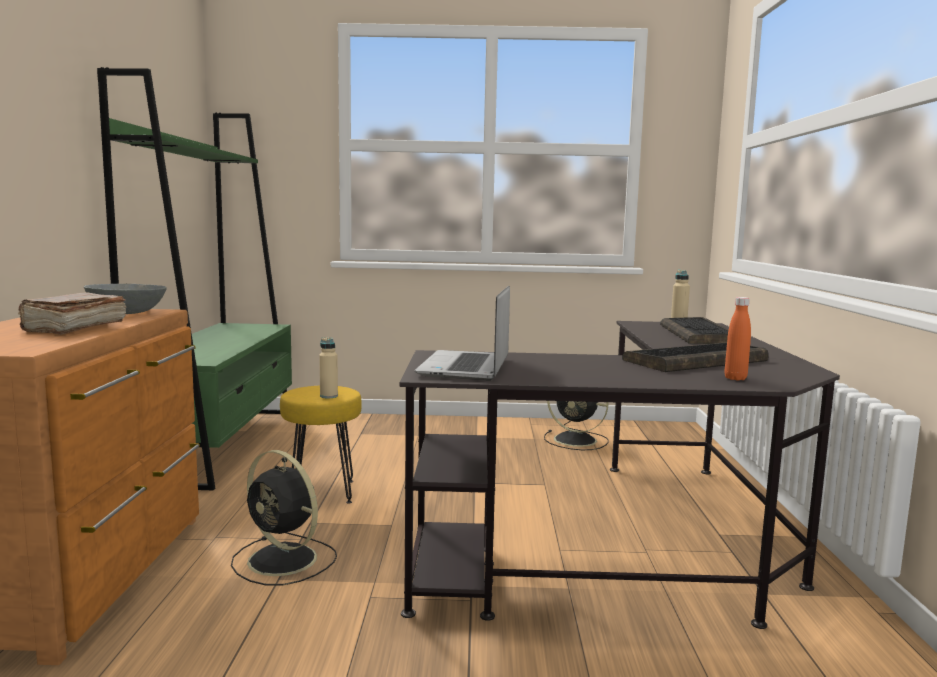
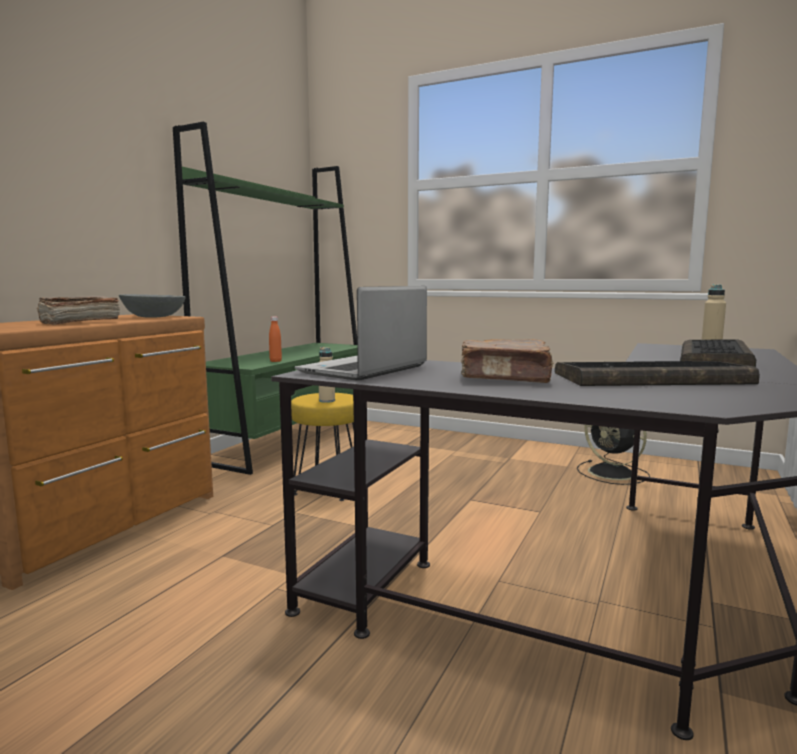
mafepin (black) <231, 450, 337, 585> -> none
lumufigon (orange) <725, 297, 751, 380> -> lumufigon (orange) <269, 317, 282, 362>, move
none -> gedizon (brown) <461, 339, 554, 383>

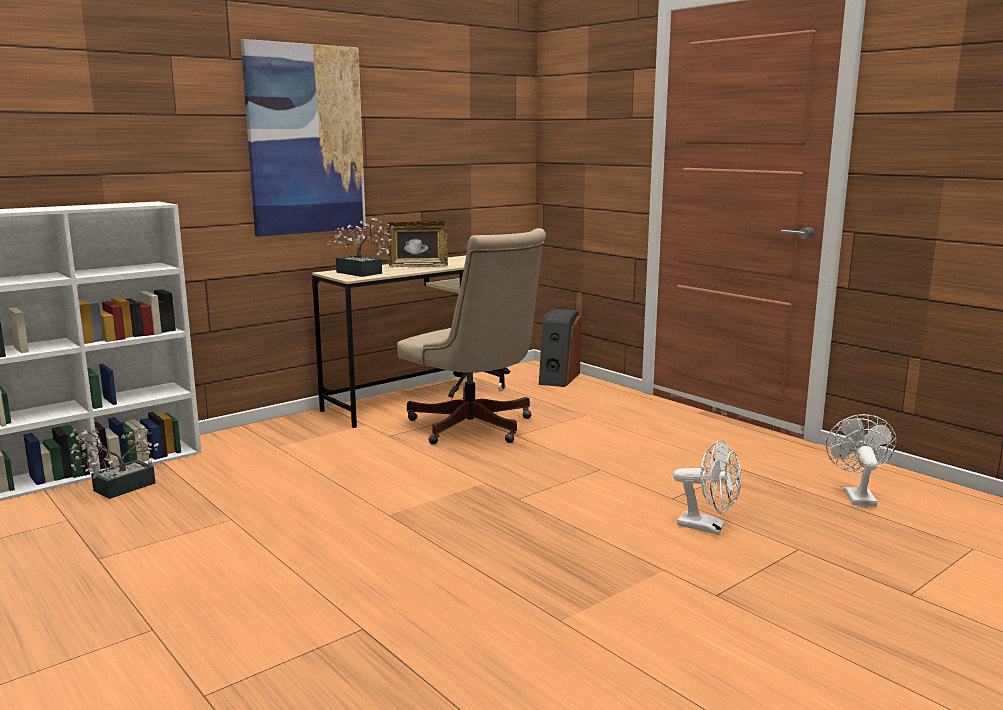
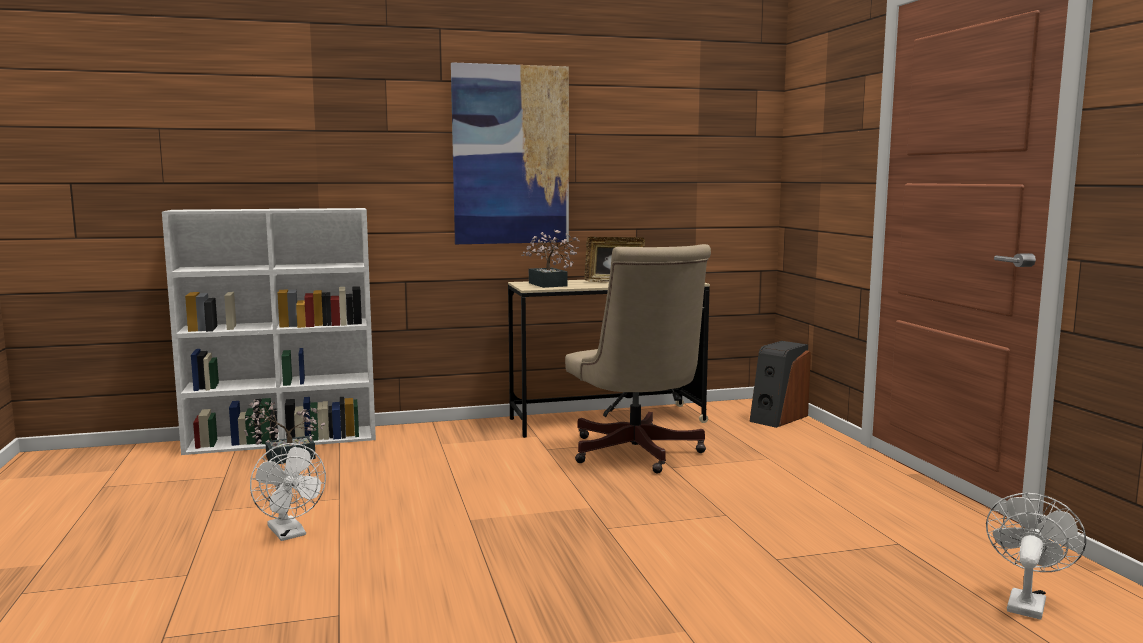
mafepin (white) <673, 440, 741, 535> -> mafepin (white) <250, 443, 326, 541>, move

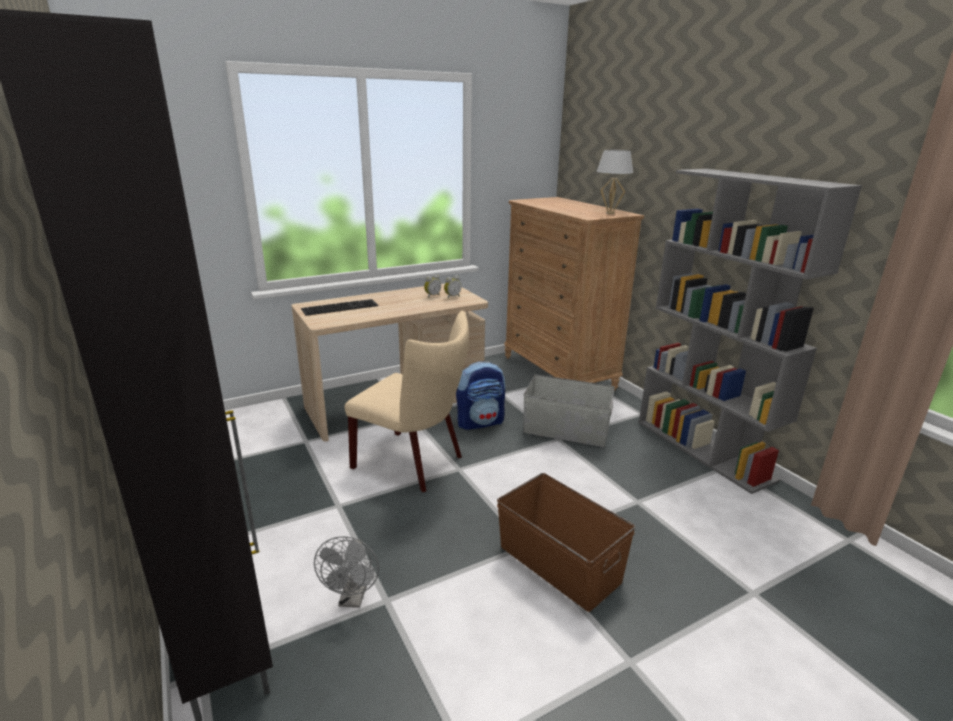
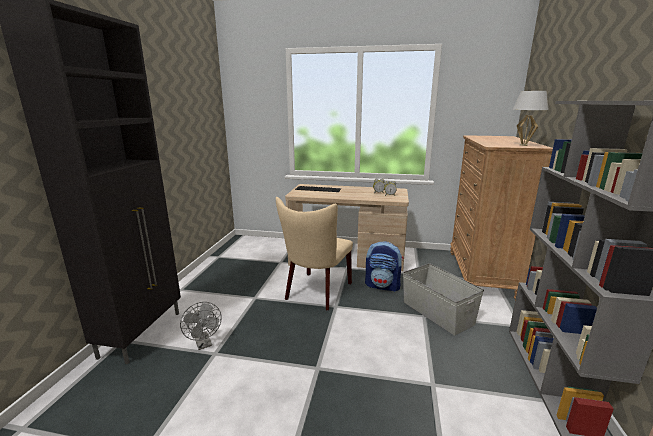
mafepin (grey) <314, 536, 379, 608> -> mafepin (grey) <180, 302, 222, 350>, 75 degrees counterclockwise
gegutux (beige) <345, 310, 469, 492> -> gegutux (beige) <276, 197, 353, 310>, 45 degrees clockwise
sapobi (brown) <497, 473, 636, 612> -> none

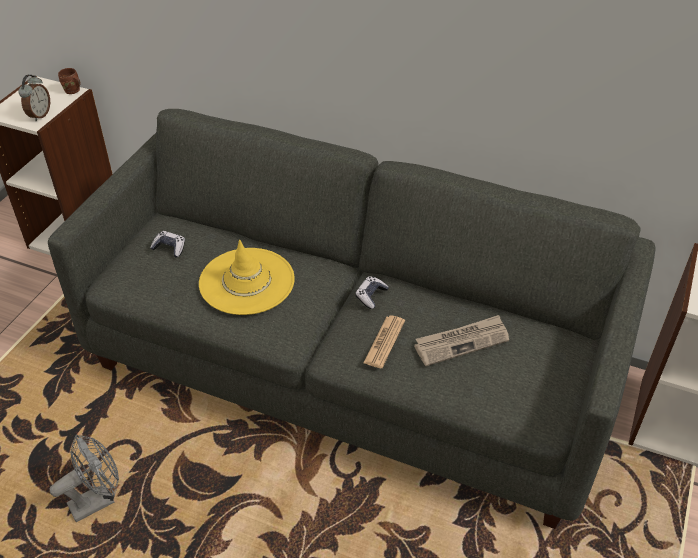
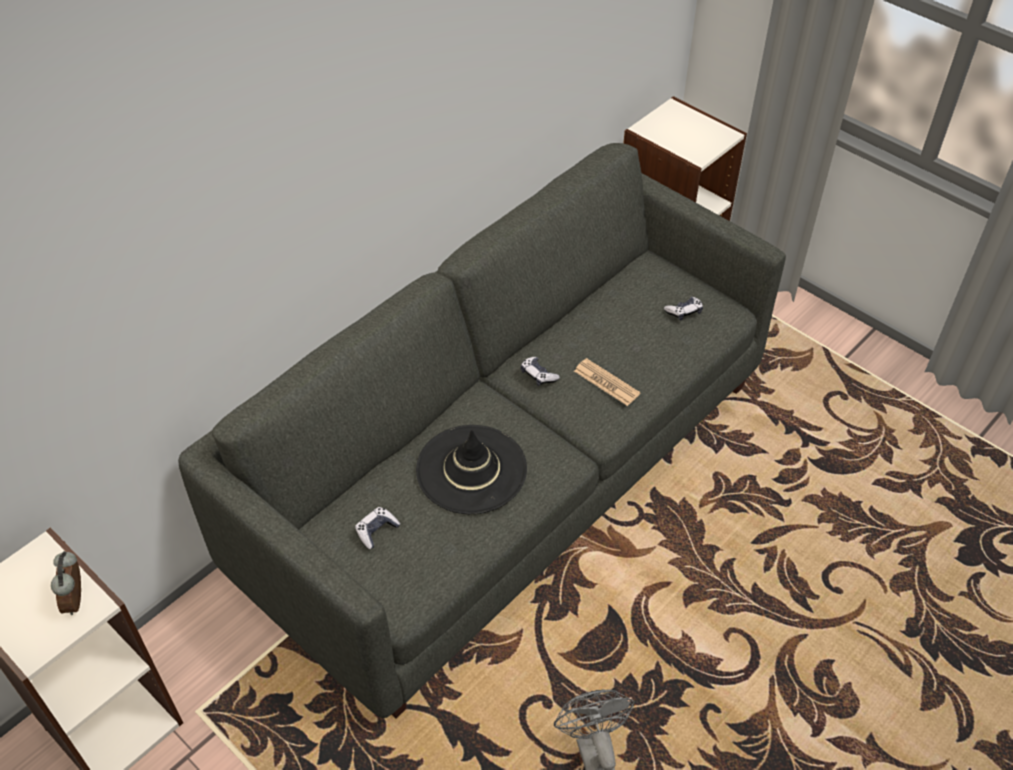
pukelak <18, 75, 50, 122> -> pukelak <51, 551, 81, 615>, 135 degrees counterclockwise
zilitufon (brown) <58, 68, 81, 94> -> none
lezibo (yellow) <199, 240, 295, 315> -> lezibo (black) <416, 425, 527, 514>
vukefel <414, 315, 509, 366> -> none
none -> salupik <664, 297, 703, 321>

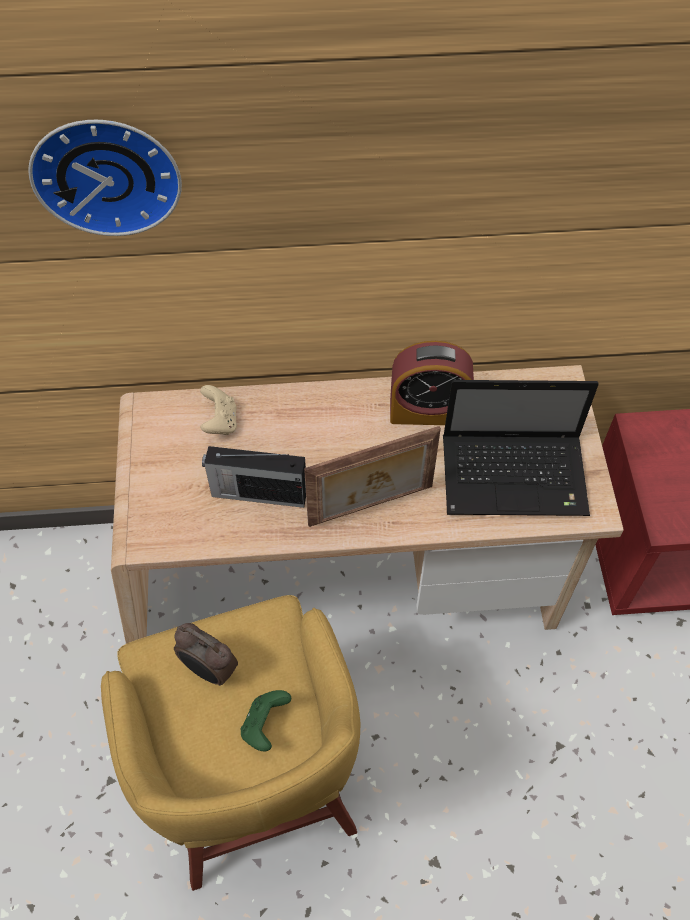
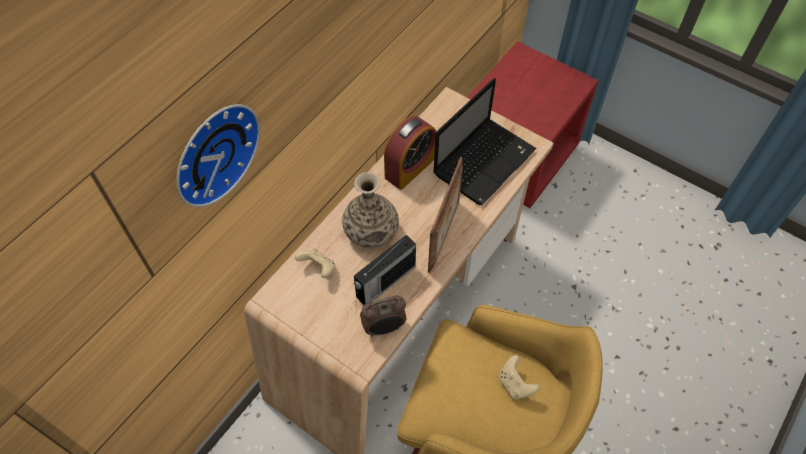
pukelak <174, 623, 238, 686> -> pukelak <360, 295, 406, 337>, move
salupik (green) <241, 690, 291, 752> -> salupik (beige) <499, 355, 540, 399>
none -> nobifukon <342, 172, 399, 248>

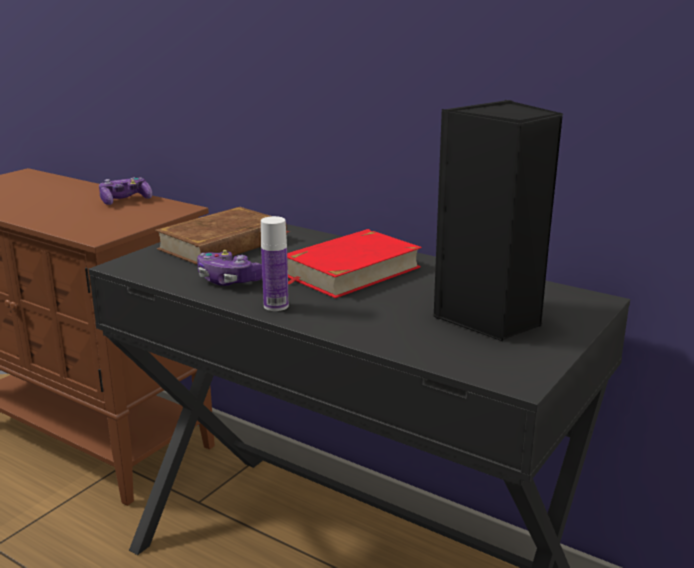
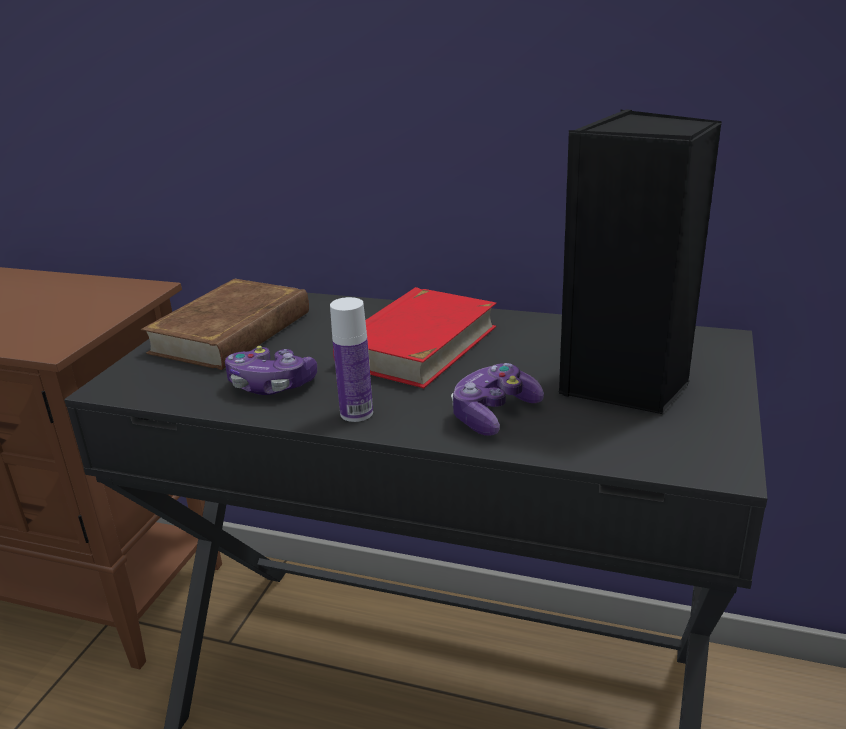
salupik <99, 177, 152, 205> -> salupik <451, 363, 544, 436>, move

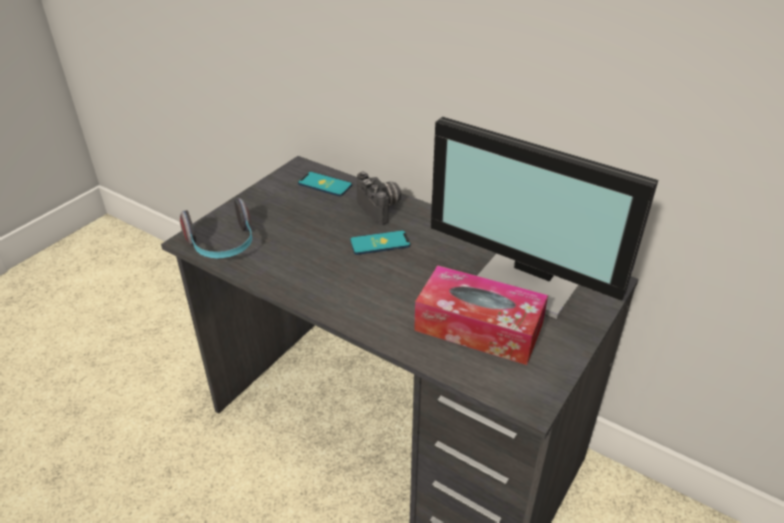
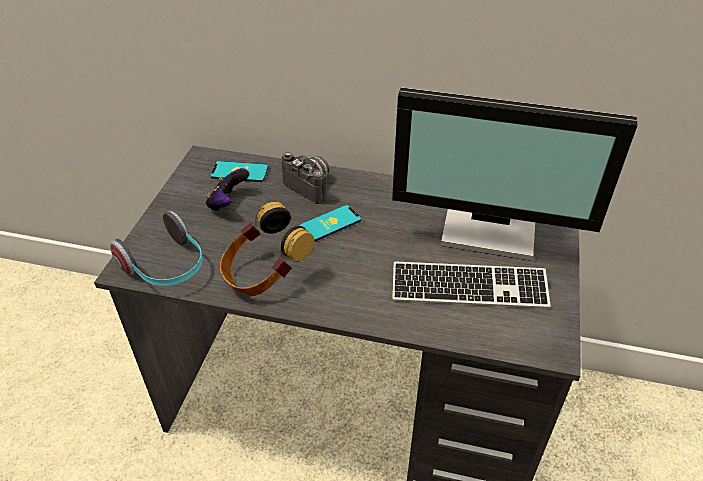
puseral <414, 265, 548, 365> -> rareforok <392, 262, 551, 308>
none -> salupik <205, 168, 249, 212>
none -> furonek <220, 202, 315, 296>

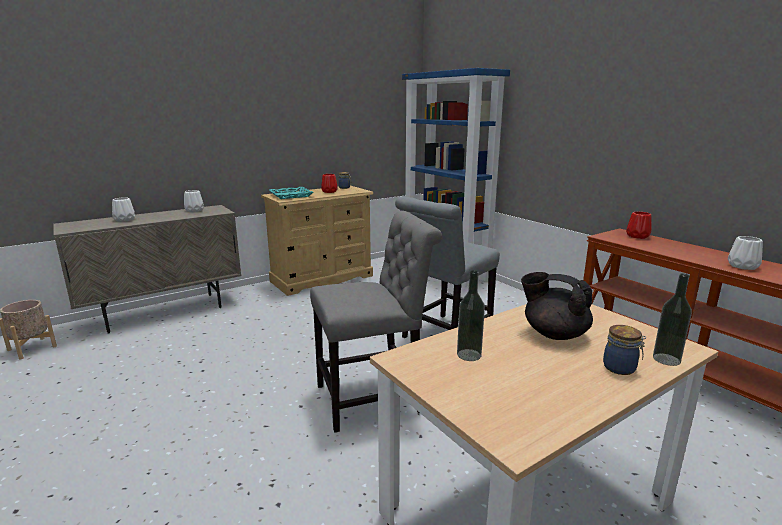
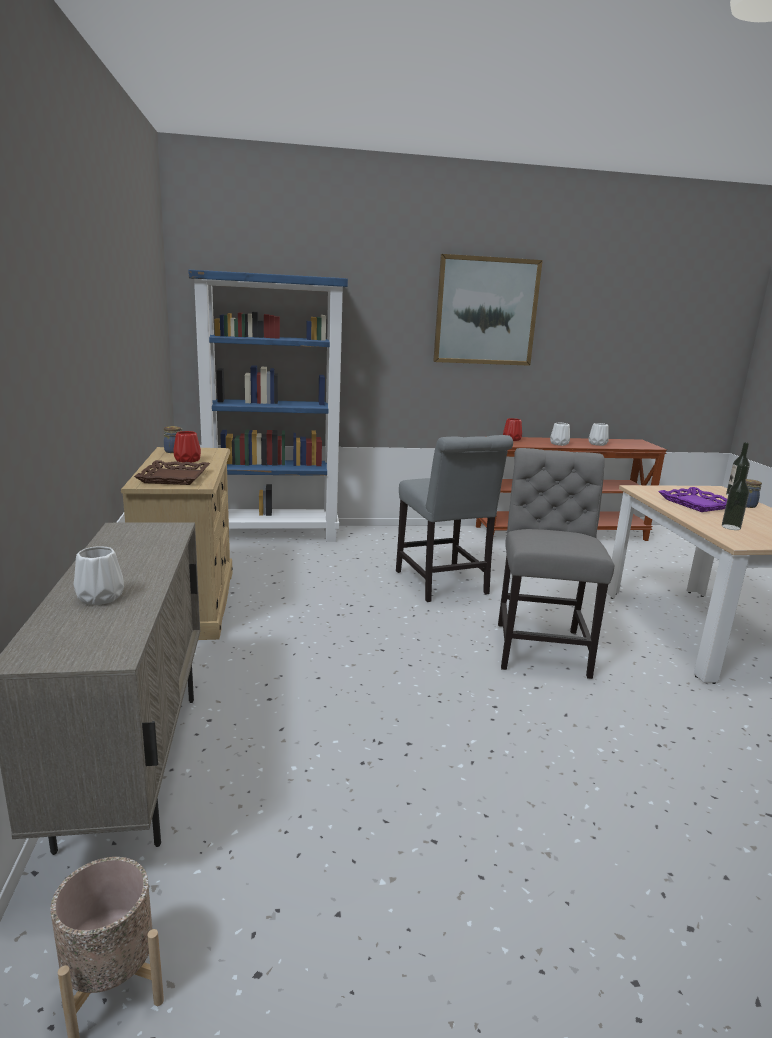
nobifukon (white) <184, 190, 204, 212> -> nobifukon (white) <550, 422, 570, 446>, move
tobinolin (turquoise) <269, 187, 313, 199> -> tobinolin (brown) <134, 460, 210, 485>
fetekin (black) <521, 272, 593, 340> -> tobinolin (purple) <658, 487, 727, 512>
none -> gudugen <433, 254, 543, 366>

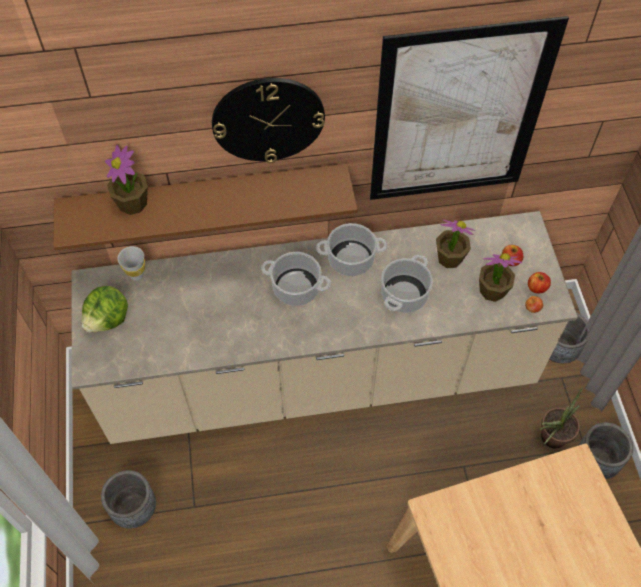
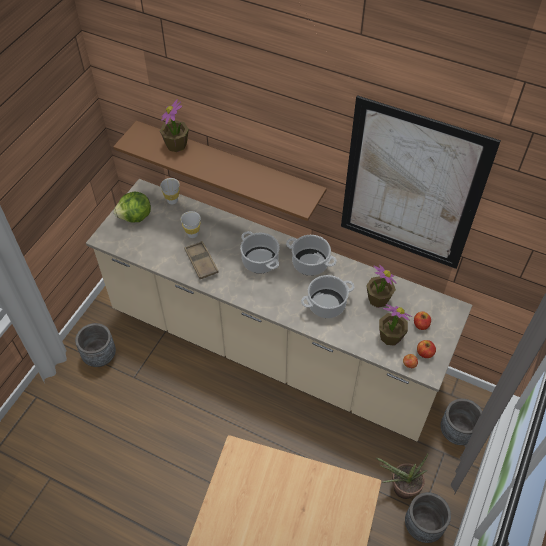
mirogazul <212, 78, 325, 163> -> none
none -> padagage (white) <181, 211, 201, 238>
none -> tobinolin (brown) <184, 241, 219, 279>

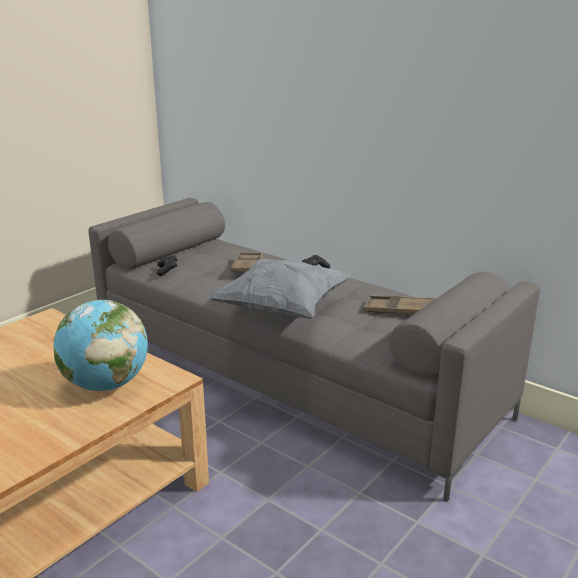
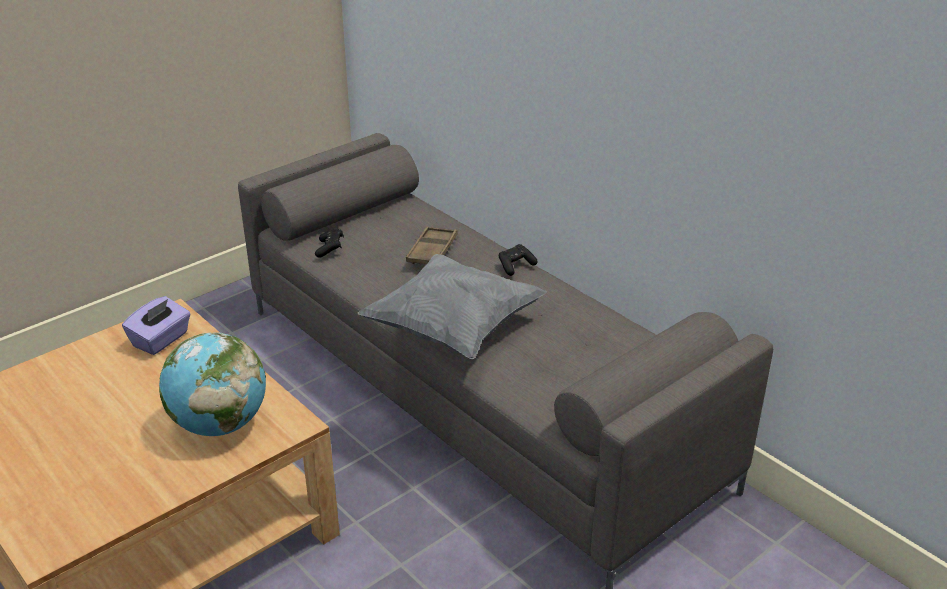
tobinolin (brown) <363, 295, 435, 314> -> none
none -> puseral (purple) <122, 296, 190, 355>

